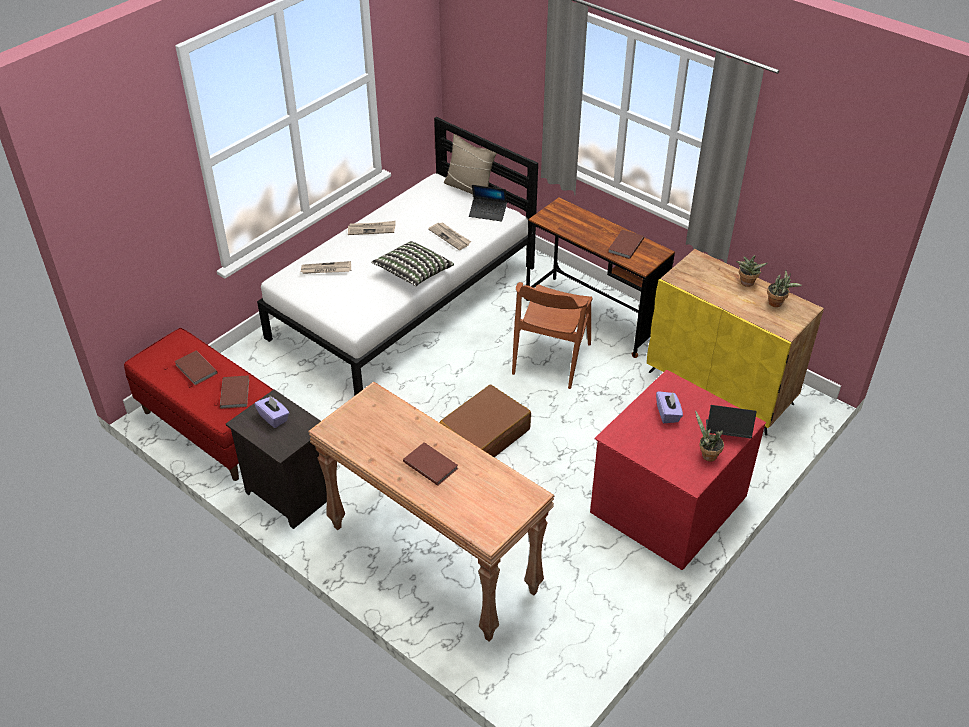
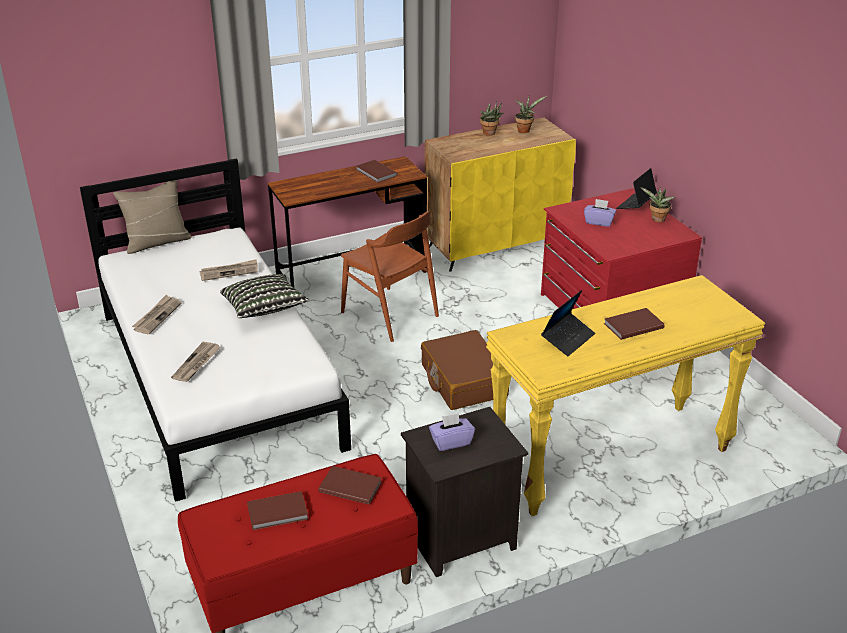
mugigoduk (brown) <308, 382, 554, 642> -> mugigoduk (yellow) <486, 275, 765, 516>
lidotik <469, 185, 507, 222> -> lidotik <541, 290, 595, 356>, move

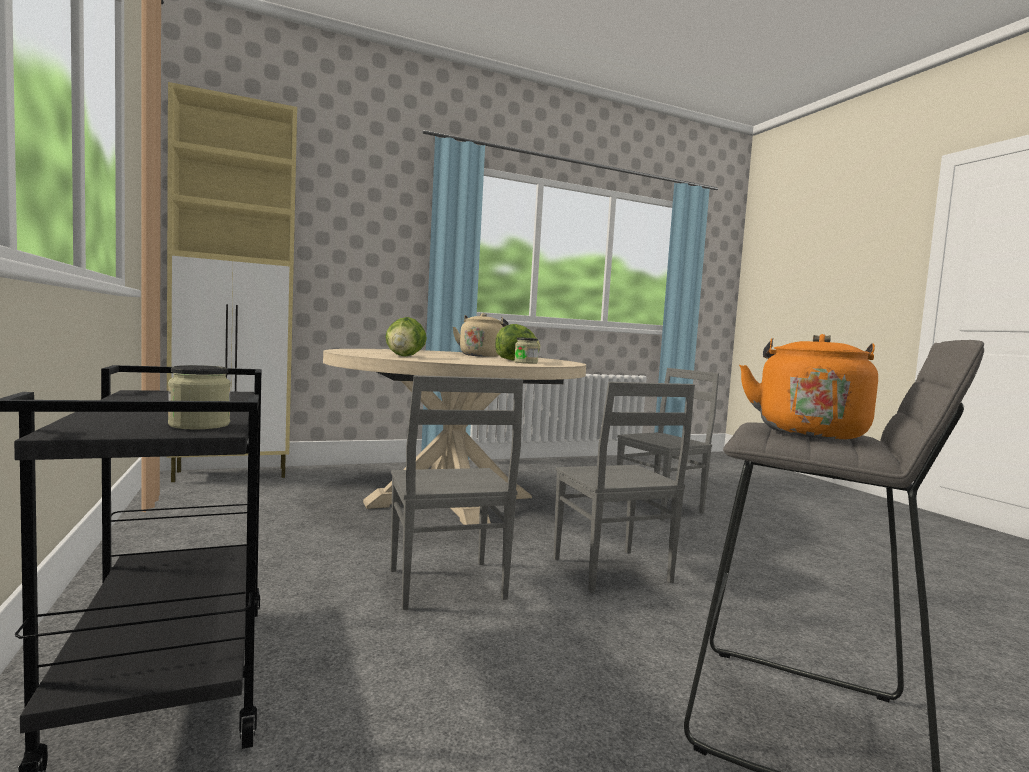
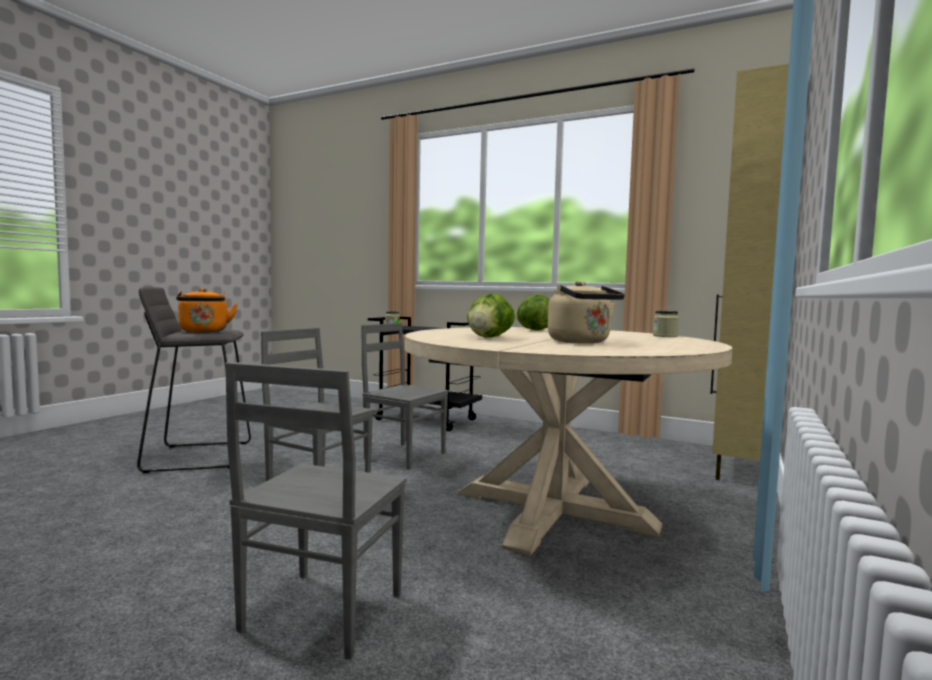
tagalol <514, 337, 539, 364> -> tagalol <653, 311, 679, 337>, move

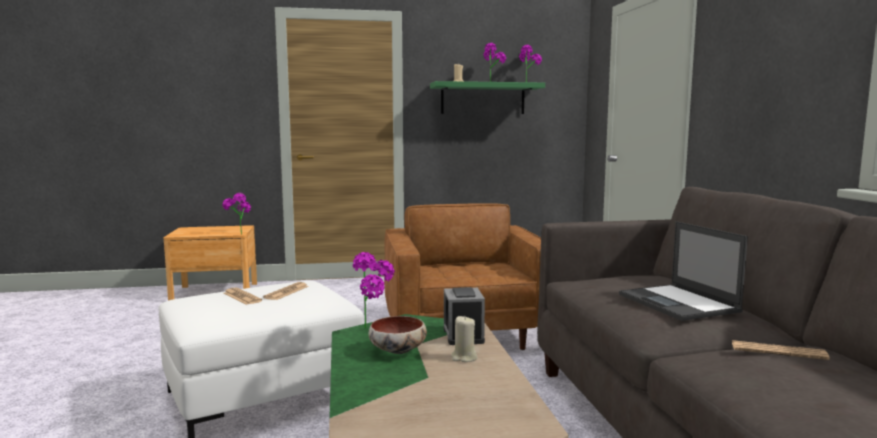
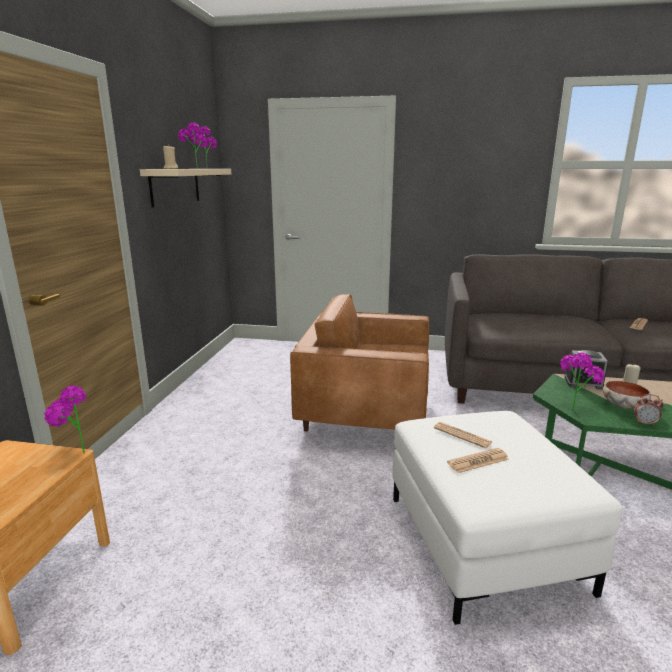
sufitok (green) <430, 81, 545, 114> -> sufitok (beige) <140, 169, 231, 207>
lidotik <619, 221, 748, 321> -> none
none -> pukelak <634, 394, 664, 426>

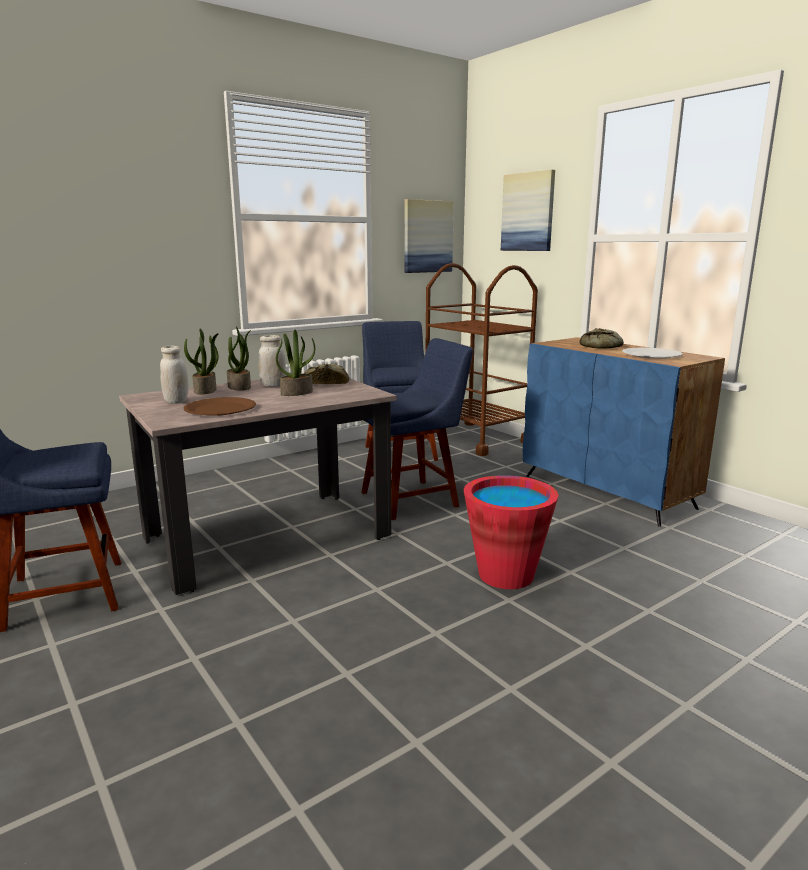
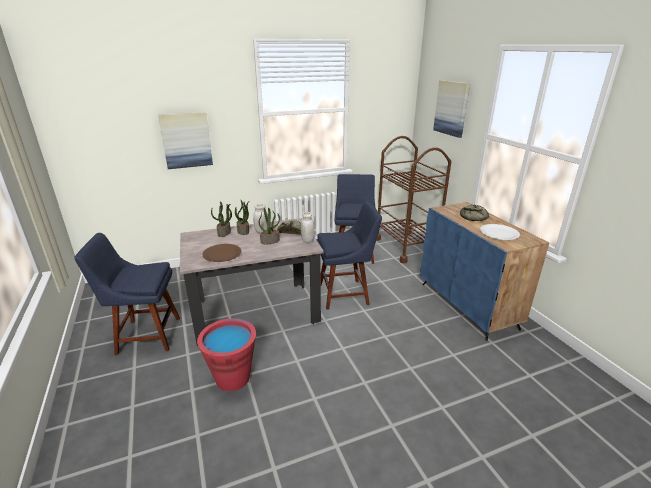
tagalol (white) <160, 345, 188, 404> -> tagalol (white) <301, 212, 315, 243>, move
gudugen <404, 199, 454, 273> -> gudugen <158, 112, 213, 169>, move
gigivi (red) <464, 475, 558, 589> -> gigivi (red) <197, 318, 256, 391>, move

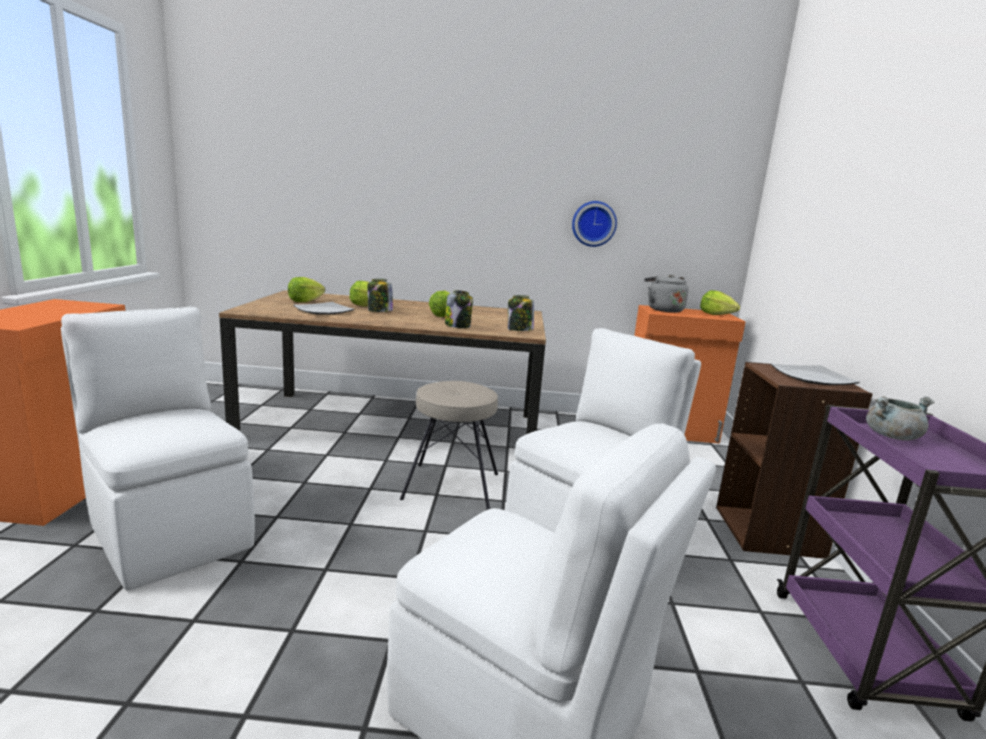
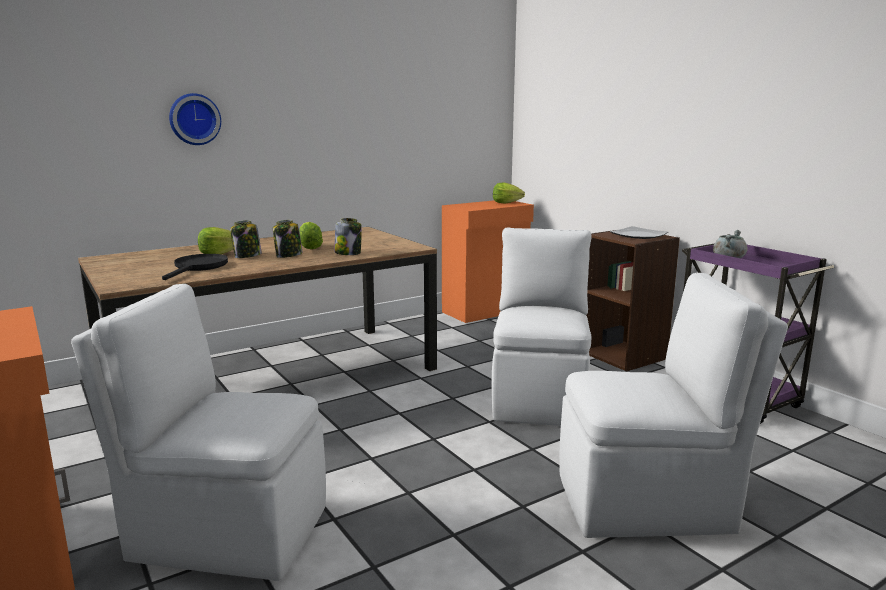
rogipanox <288, 277, 325, 302> -> none
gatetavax <293, 302, 354, 315> -> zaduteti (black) <162, 254, 228, 280>
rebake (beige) <400, 381, 498, 510> -> none
tagalol <508, 295, 534, 331> -> tagalol <272, 220, 303, 258>, move
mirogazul <572, 201, 617, 247> -> mirogazul <169, 93, 221, 145>, move
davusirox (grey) <644, 274, 689, 312> -> none

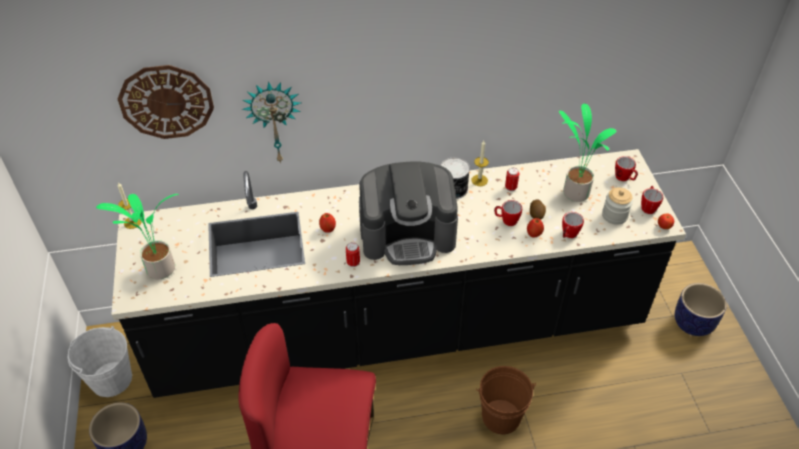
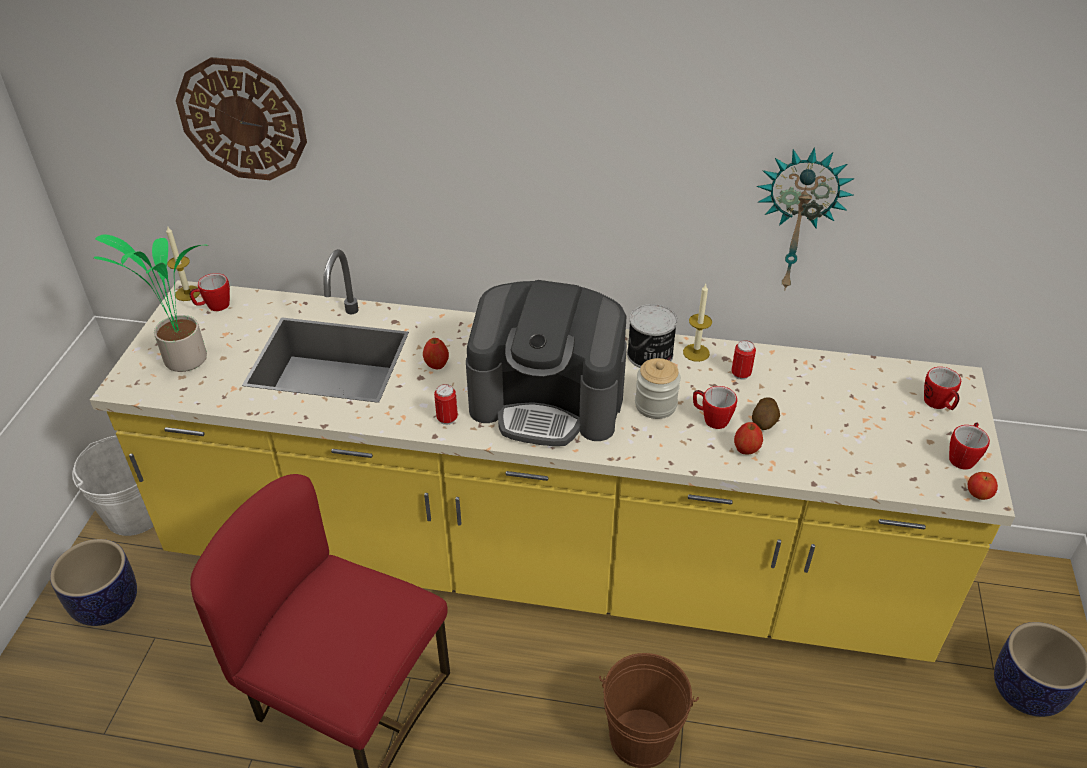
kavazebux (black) <111, 149, 686, 398> -> kavazebux (yellow) <90, 249, 1015, 662>
mirogazul <242, 82, 301, 164> -> mirogazul <757, 147, 854, 291>, move
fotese <559, 104, 617, 202> -> none
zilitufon <562, 212, 584, 238> -> zilitufon <189, 273, 230, 311>, move
tagalol <602, 187, 633, 225> -> tagalol <635, 358, 681, 419>, move

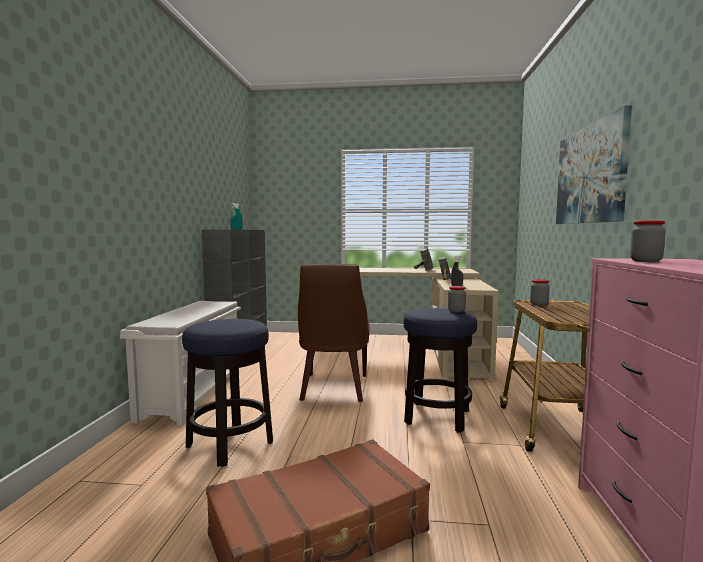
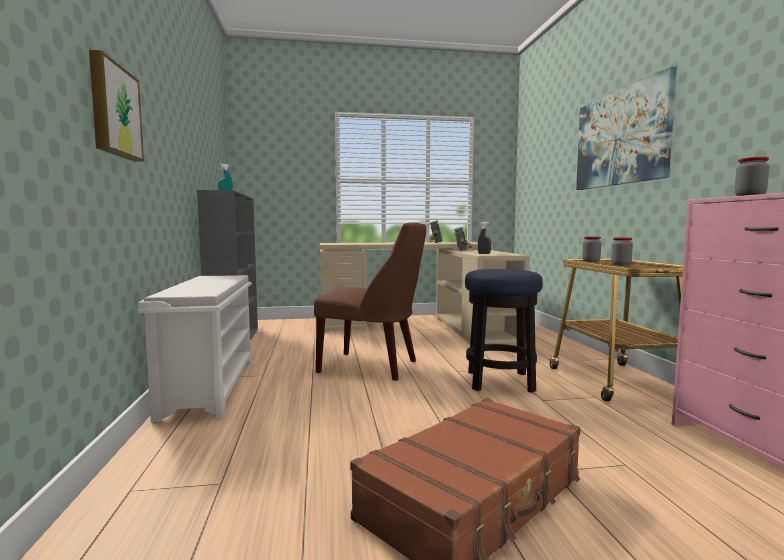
rebake <182, 319, 273, 467> -> none
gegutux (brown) <298, 264, 369, 402> -> gegutux (brown) <314, 222, 426, 381>, 60 degrees counterclockwise
tagalol <448, 286, 466, 313> -> tagalol <611, 237, 633, 265>, move
none -> gudugen <89, 50, 144, 162>

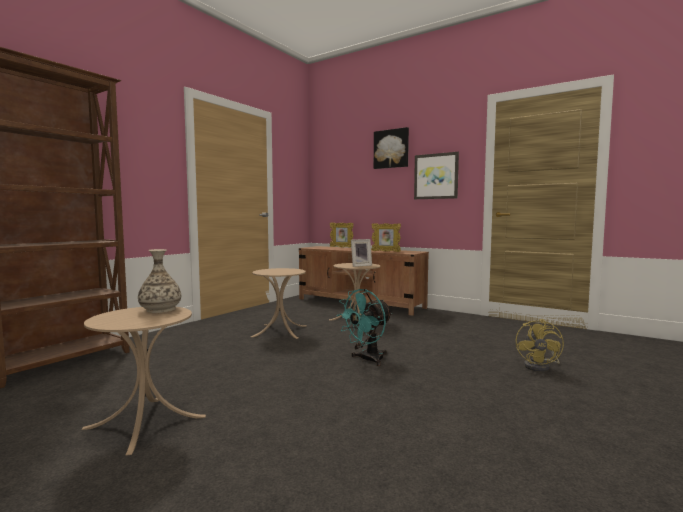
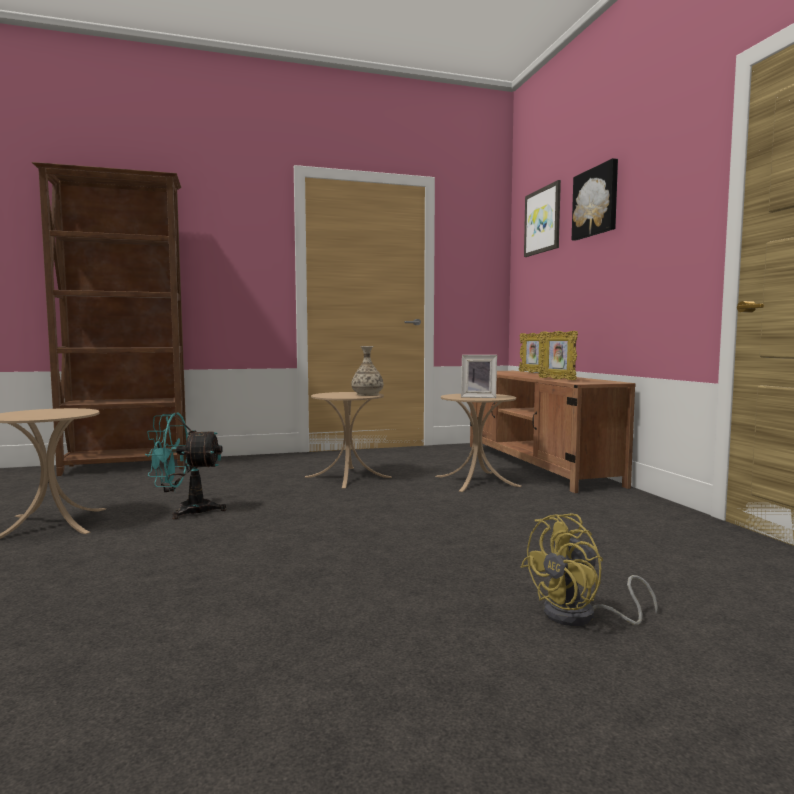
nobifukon <138, 249, 181, 313> -> nobifukon <351, 346, 383, 396>, move
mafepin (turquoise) <337, 289, 392, 366> -> mafepin (turquoise) <145, 412, 226, 519>, move
gudugen <414, 152, 459, 199> -> gudugen <524, 180, 561, 257>, move

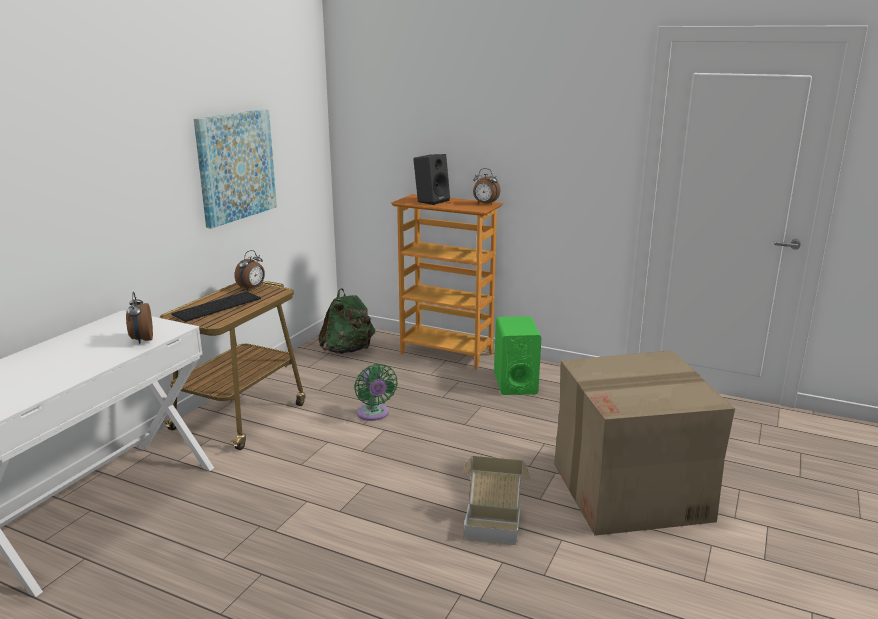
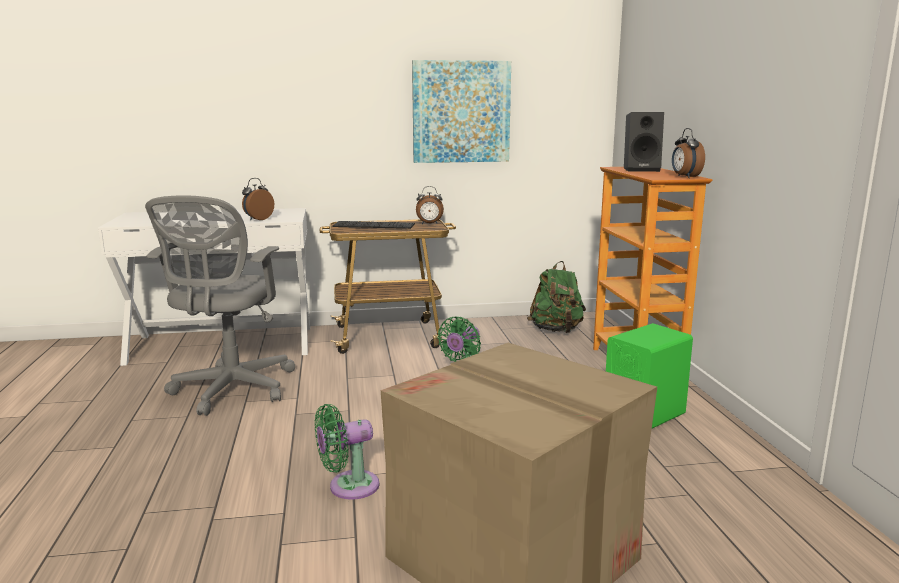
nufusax <463, 456, 529, 545> -> mafepin (green) <315, 404, 379, 500>
none -> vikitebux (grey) <145, 195, 295, 416>

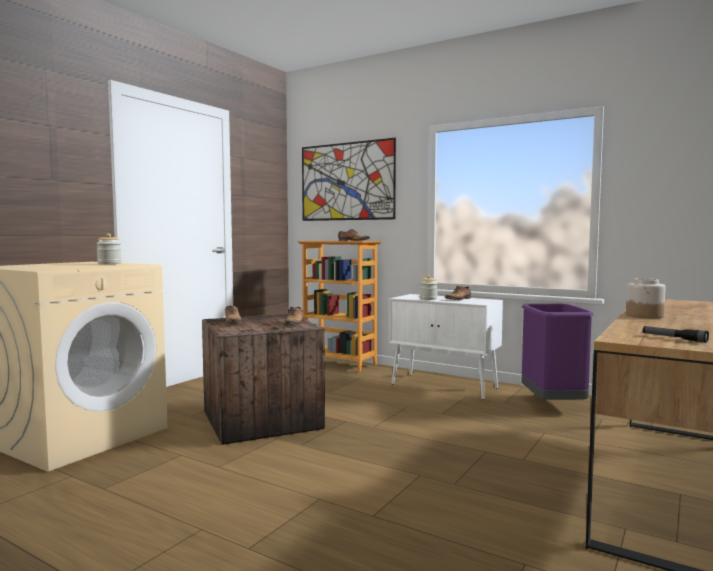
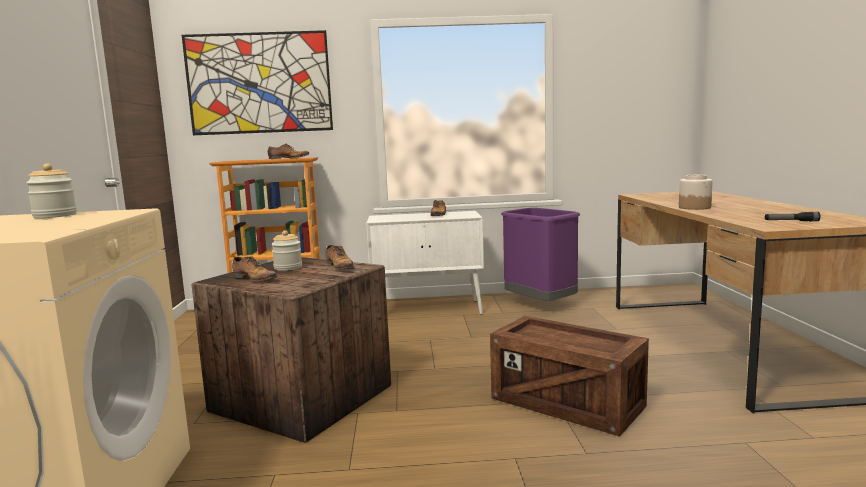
tagalol <420, 275, 438, 300> -> tagalol <272, 230, 302, 271>, move
none -> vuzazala <490, 316, 649, 437>

